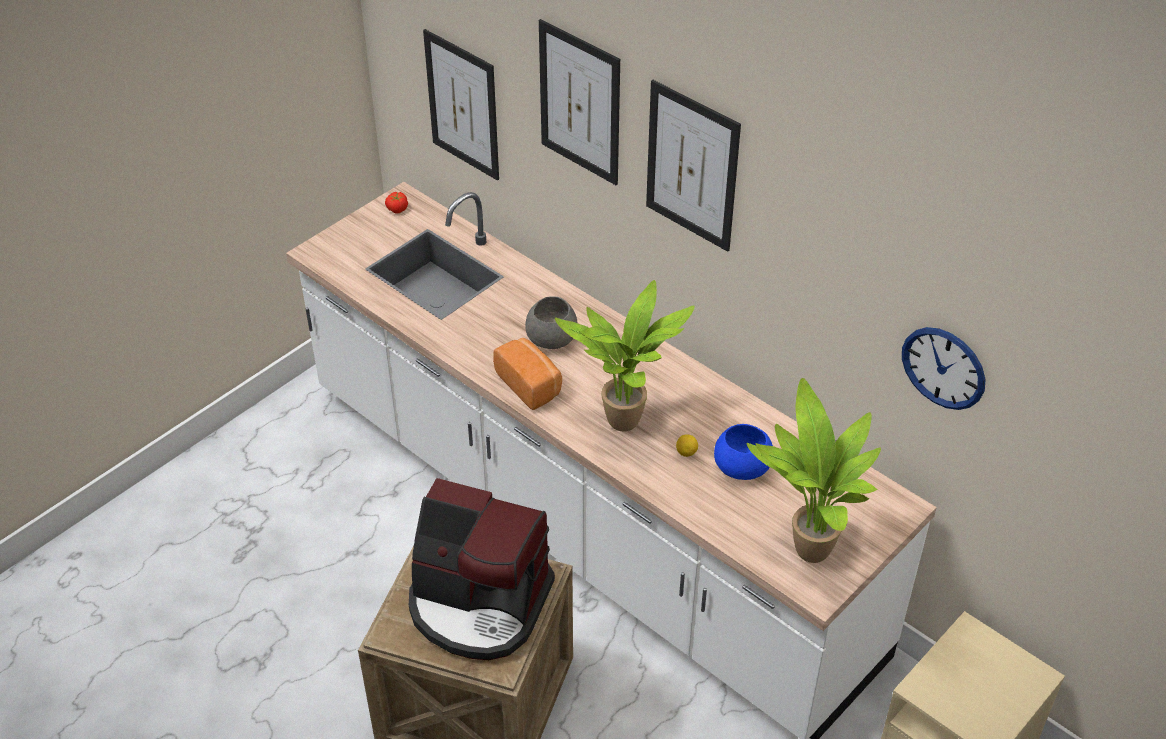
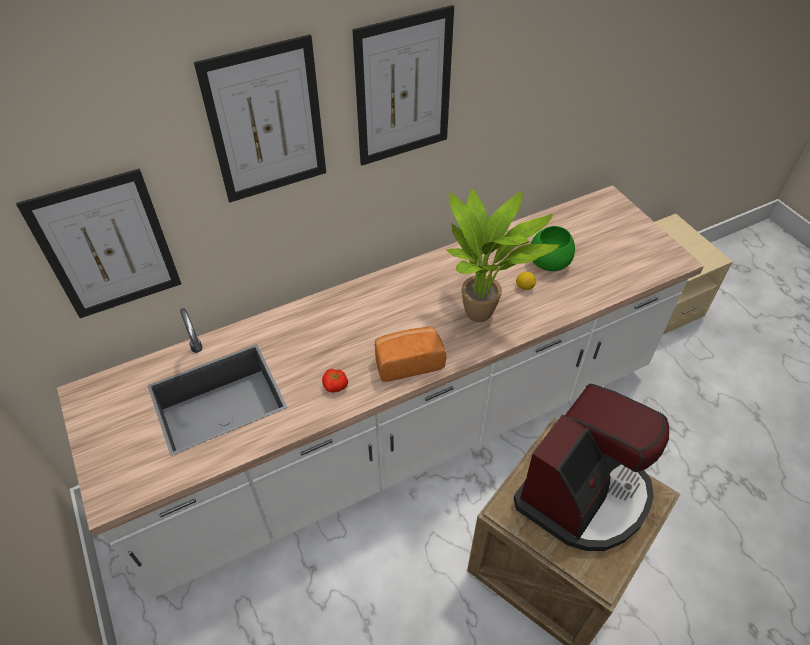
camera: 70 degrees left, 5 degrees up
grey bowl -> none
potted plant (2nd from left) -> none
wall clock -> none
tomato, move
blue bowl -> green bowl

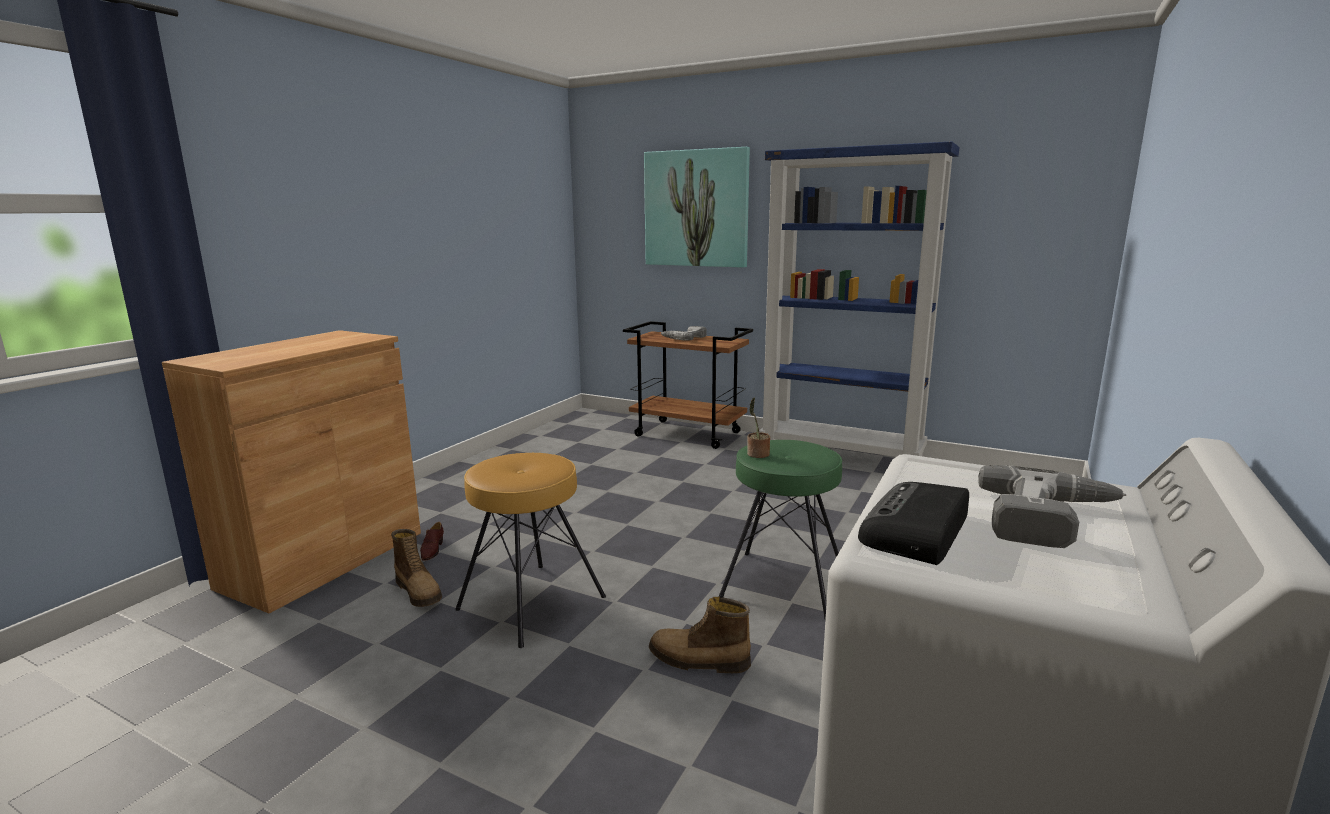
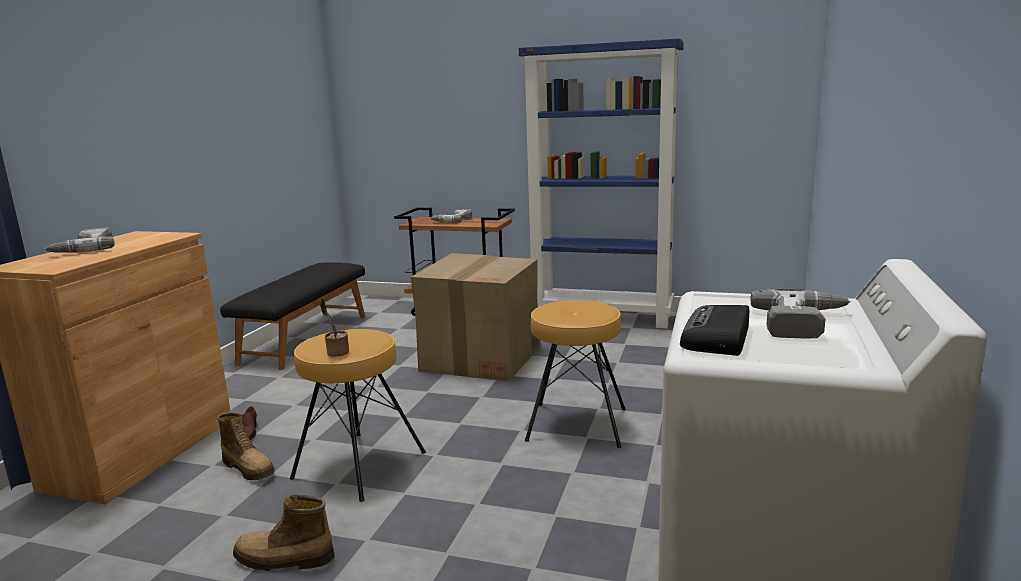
camera: 10 degrees left, 0 degrees up
picture -> none
none -> power drill (1st from left)
none -> black bench
none -> cardboard box
boot (2nd from left), move
potted plant, move
green stool -> brown stool (2nd from left)

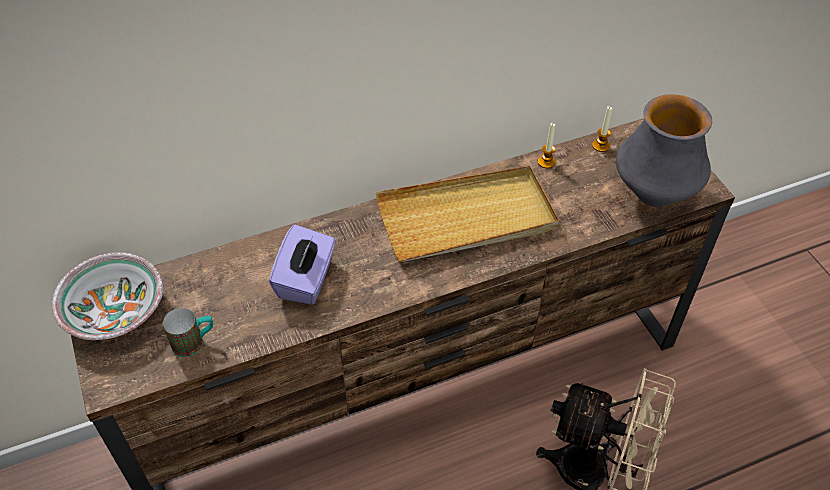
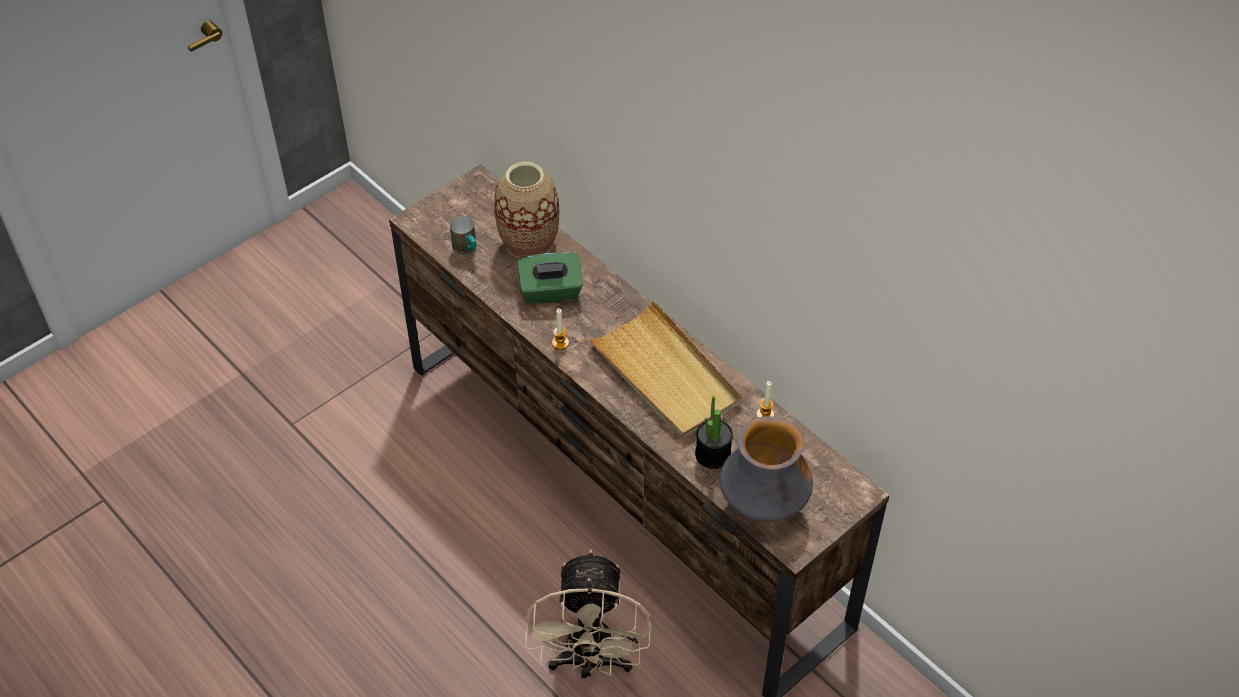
camera: 70 degrees right, 0 degrees up
bowl -> none
none -> vase (1st from left)
none -> potted plant
candle (2nd from left in the first image) -> candle (1st from left), move
purple tissue box -> green tissue box

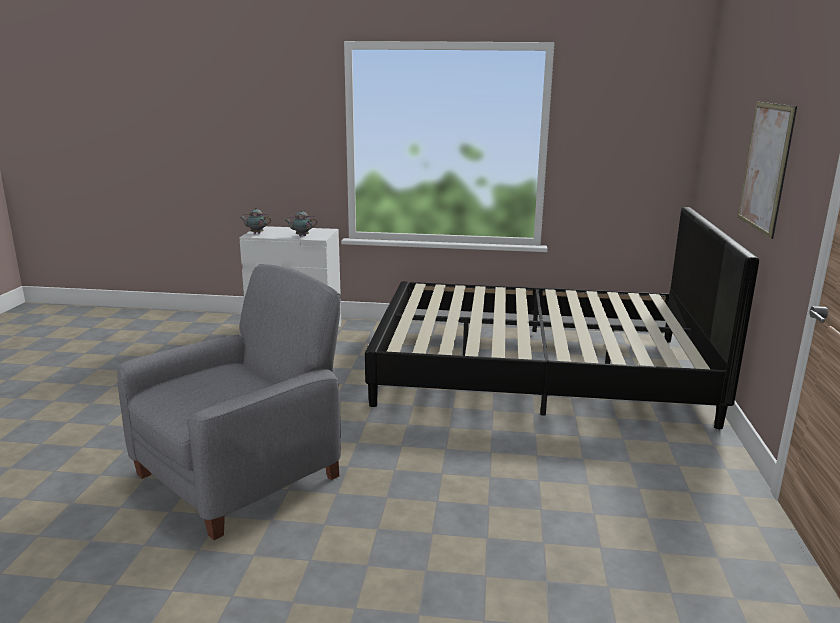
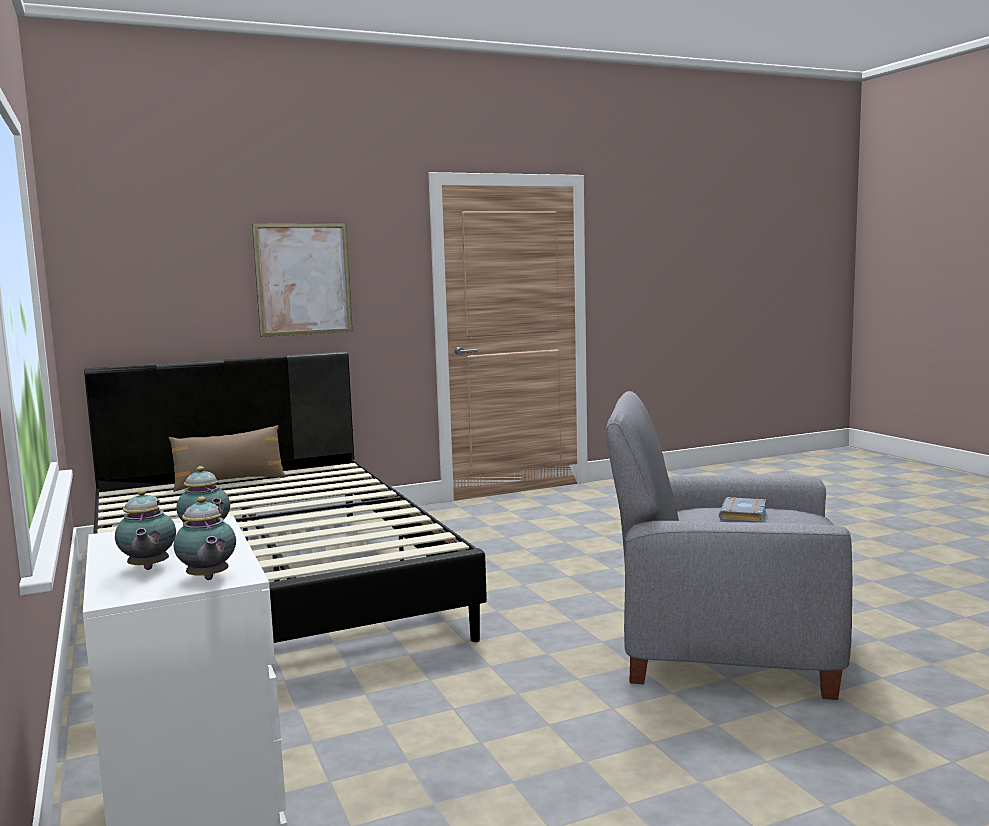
camera: 120 degrees left, 10 degrees down
none -> teapot (1st from left)
none -> brown pillow
none -> grey book

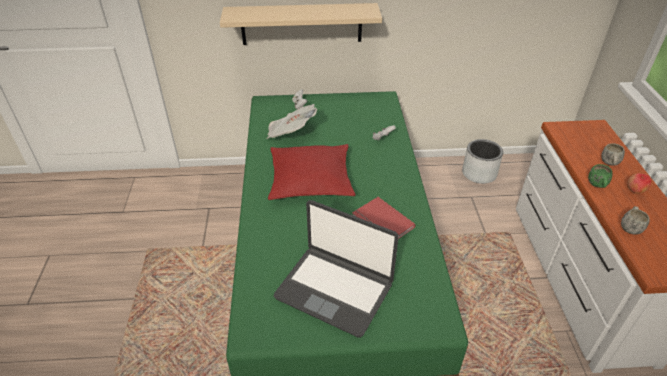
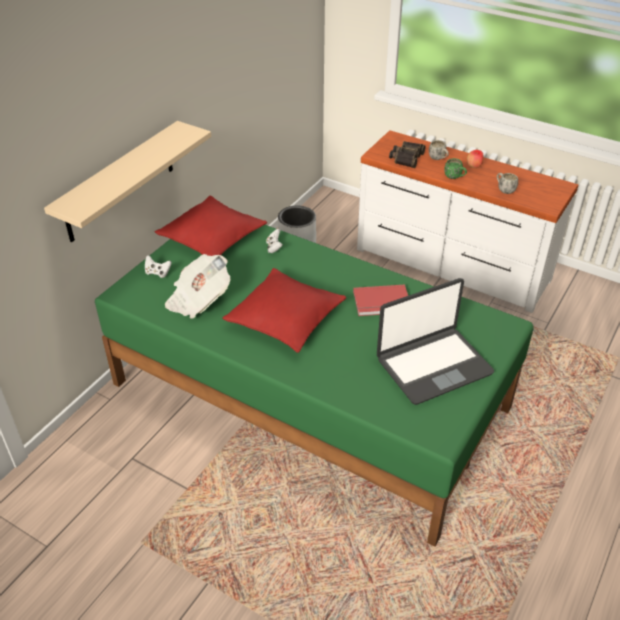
camera: 55 degrees left, 0 degrees up
none -> red pillow (1st from left)
none -> binoculars

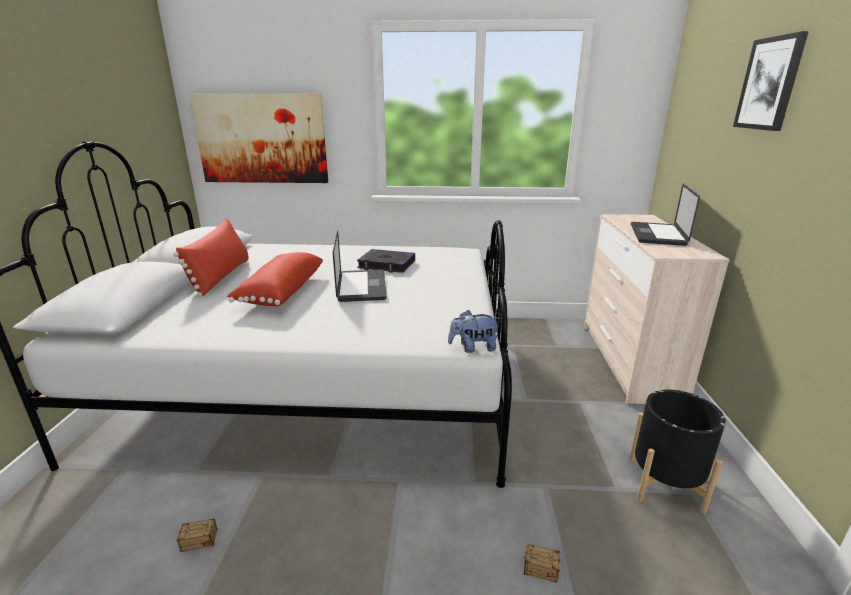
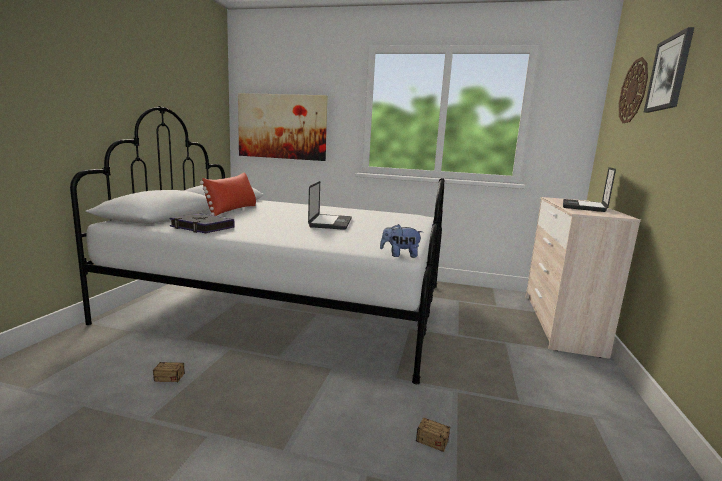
camera: 10 degrees right, 10 degrees down
red pillow (2nd from left) -> none
black planter -> none
none -> wall clock
book, move

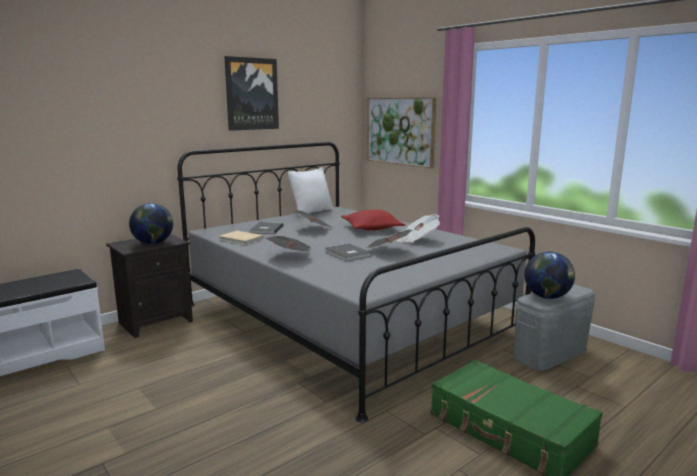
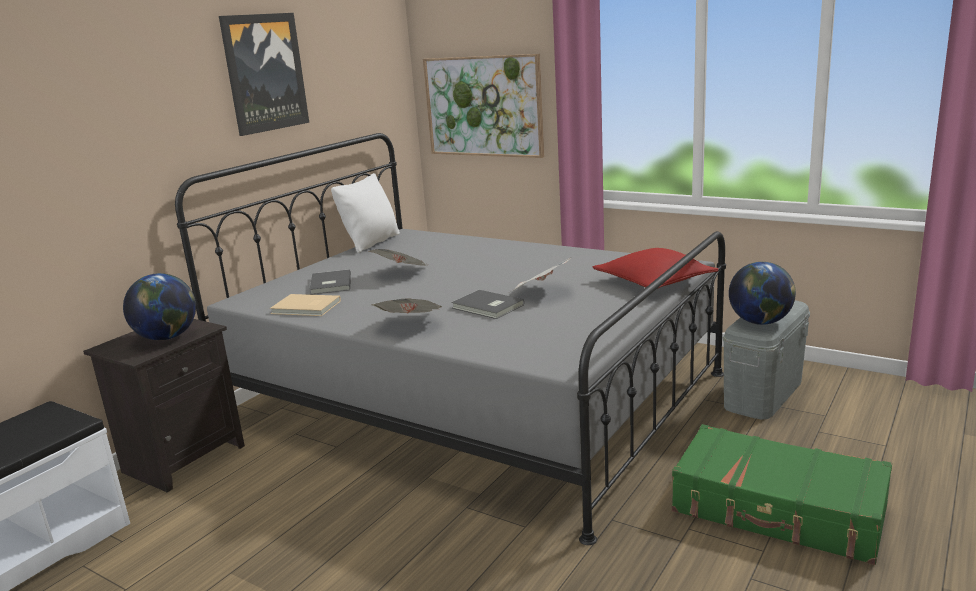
camera: 15 degrees left, 5 degrees up
newspaper (4th from left) -> none
red pillow, move

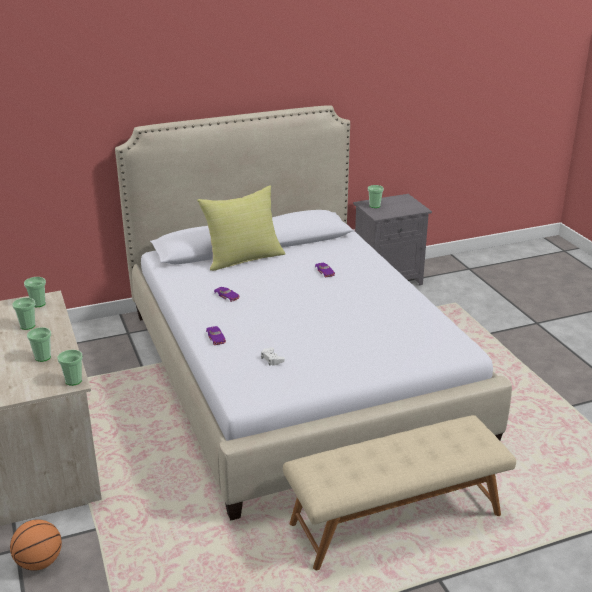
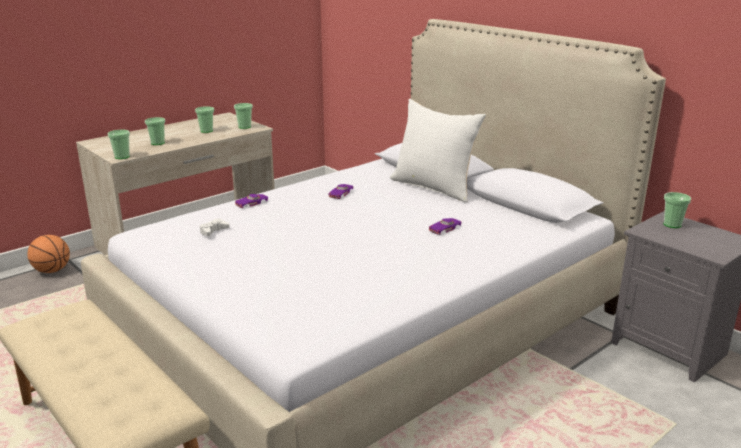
camera: 70 degrees right, 5 degrees down
yellow pillow -> white pillow

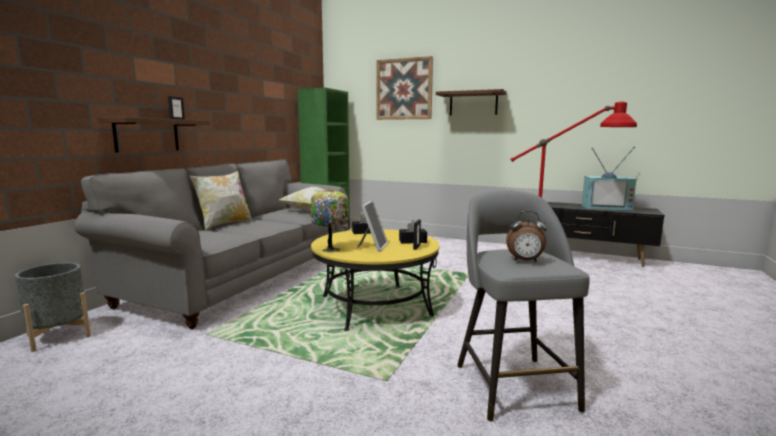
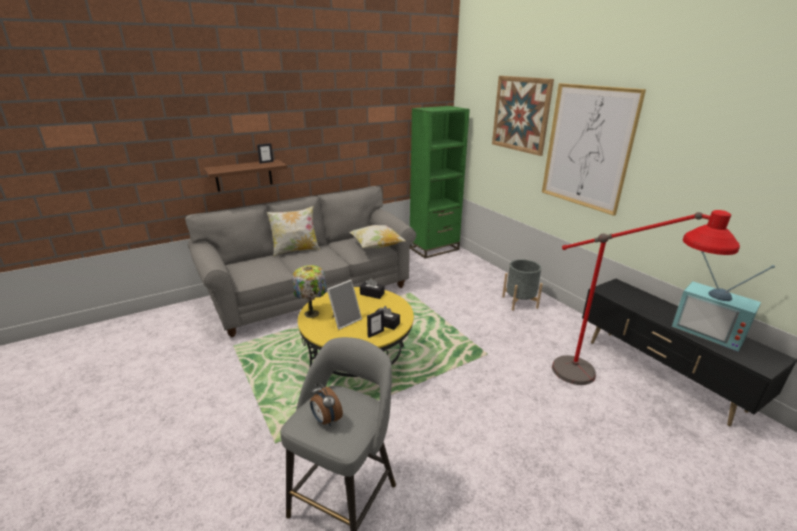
camera: 35 degrees right, 15 degrees up
grey planter, move
brown shelf (2nd from left) -> picture (2nd from left)

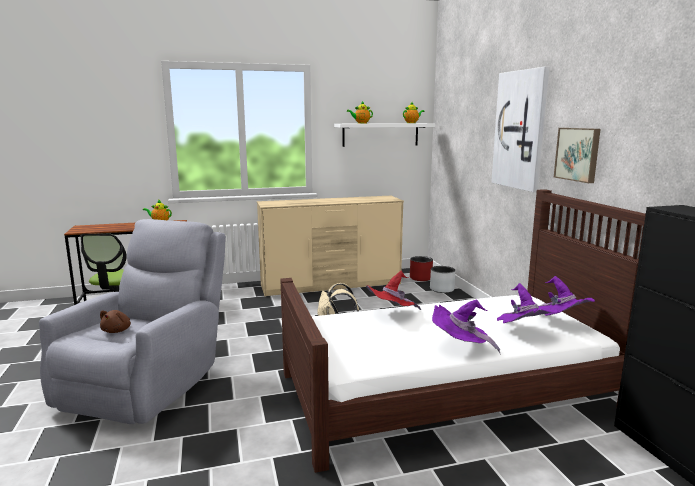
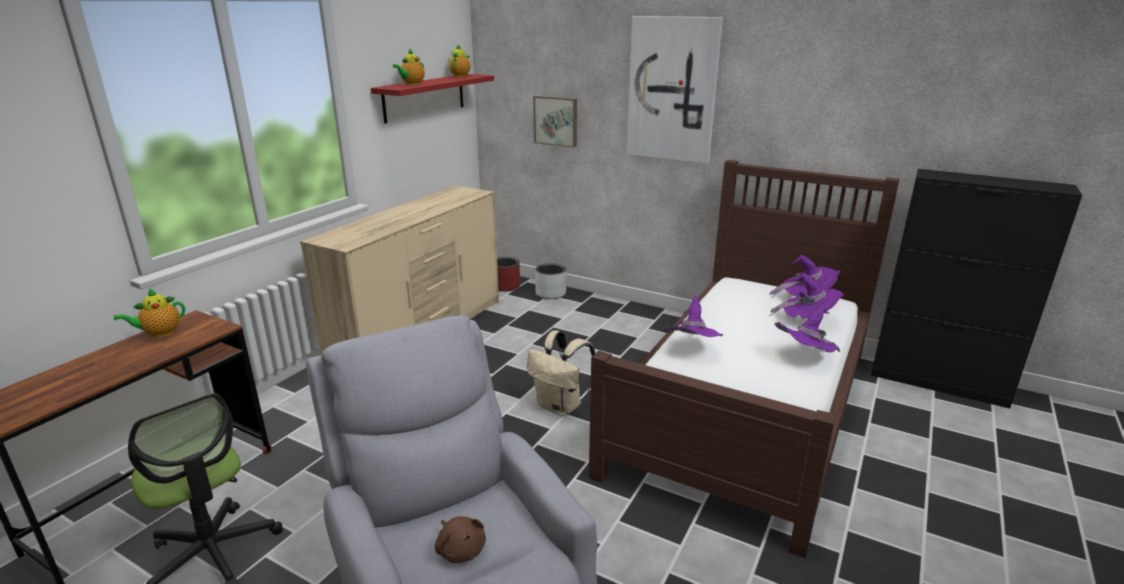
camera: 45 degrees left, 10 degrees up
picture (2nd from left in the first image) -> picture (1st from left), move
white shelf -> red shelf
red hat -> purple hat (1st from left)

